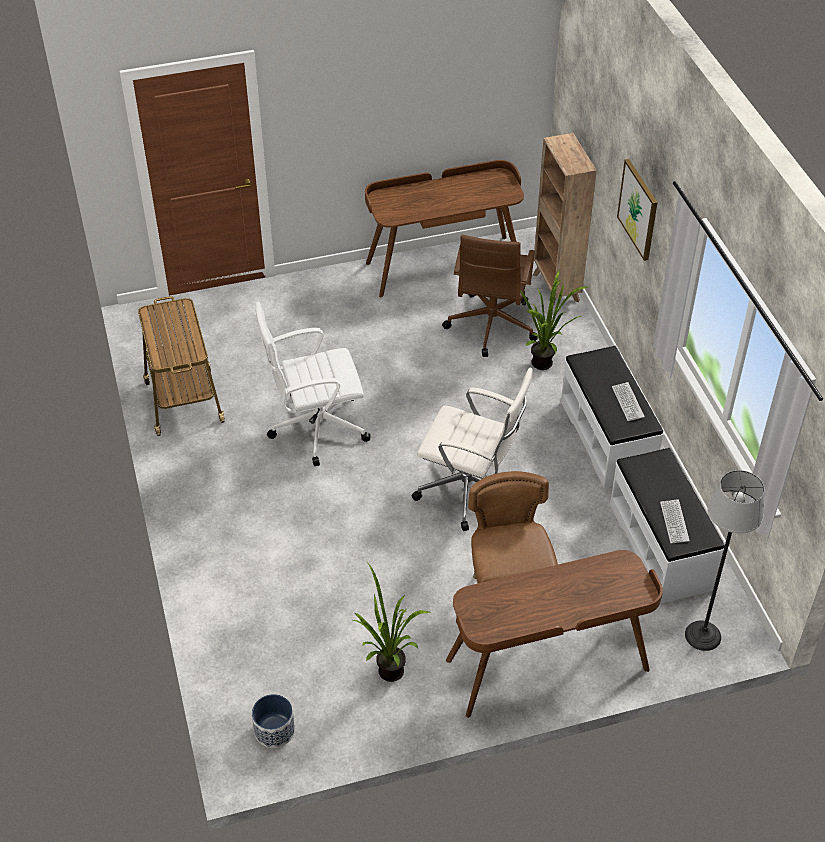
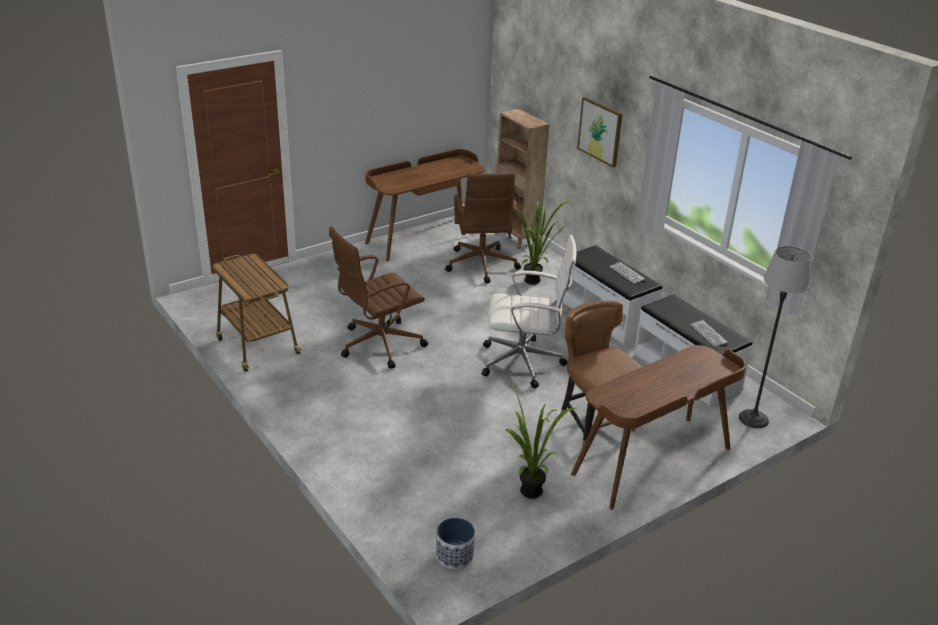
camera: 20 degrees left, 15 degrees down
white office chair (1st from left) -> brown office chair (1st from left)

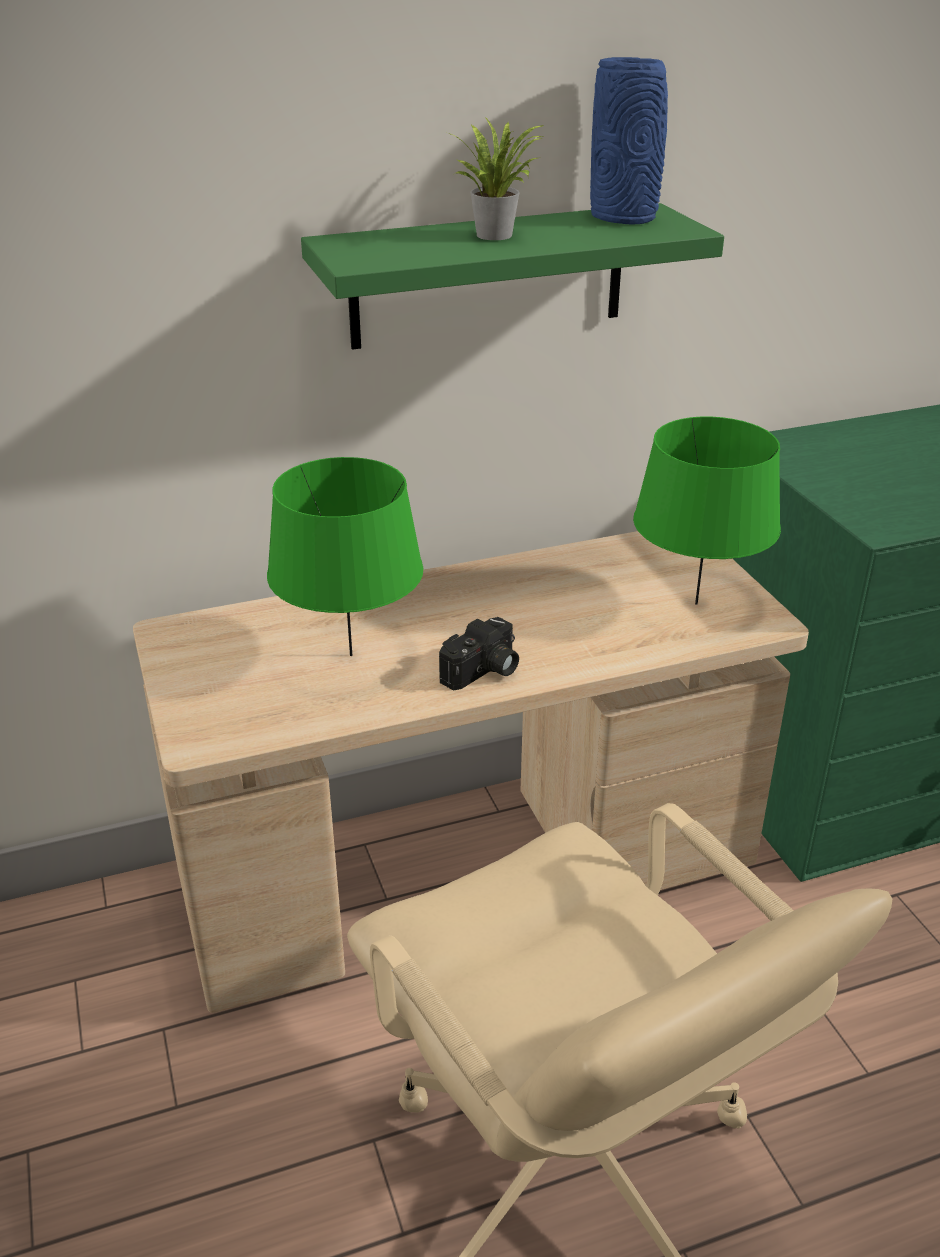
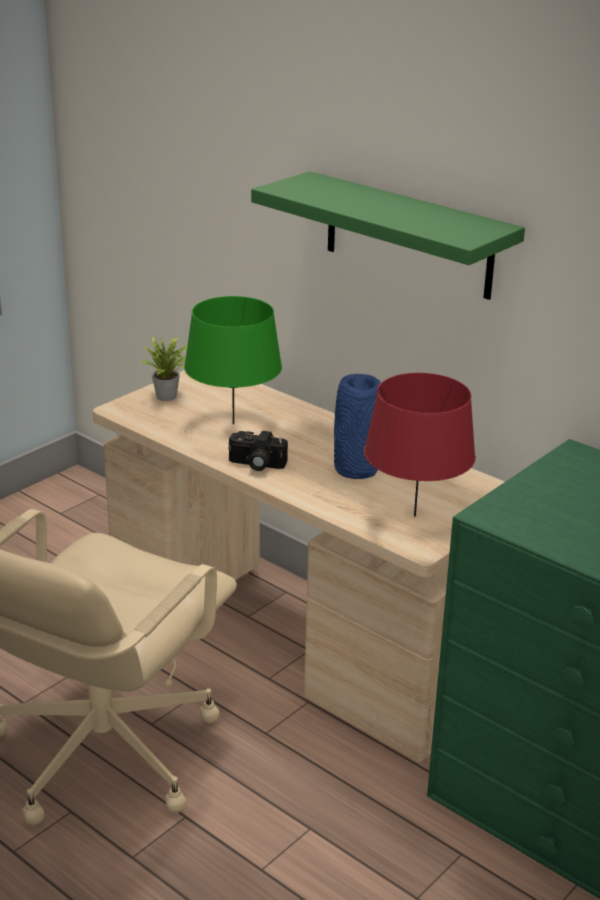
camera: 60 degrees right, 5 degrees down
potted plant, move
blue vase, move
green table lamp (2nd from left) -> red table lamp

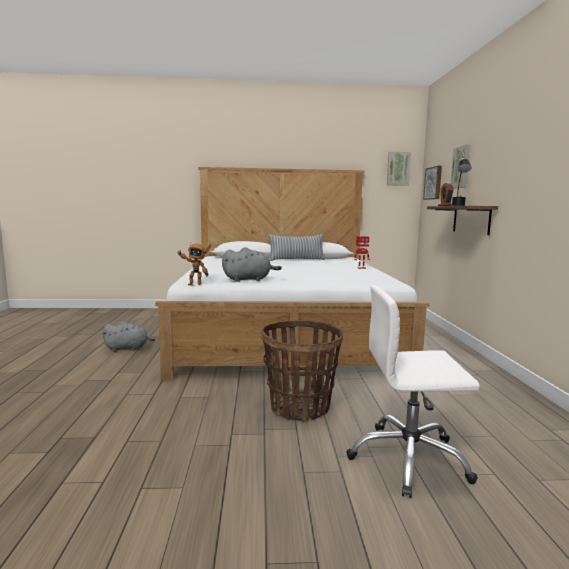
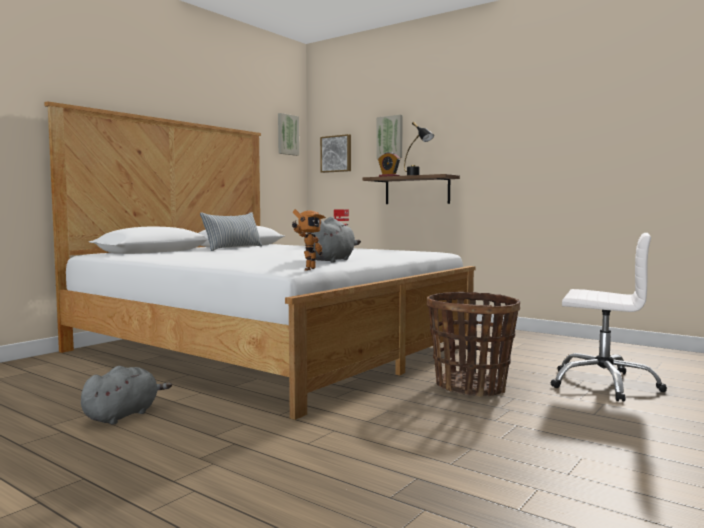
camera: 50 degrees left, 5 degrees down
white office chair, 105 degrees counterclockwise

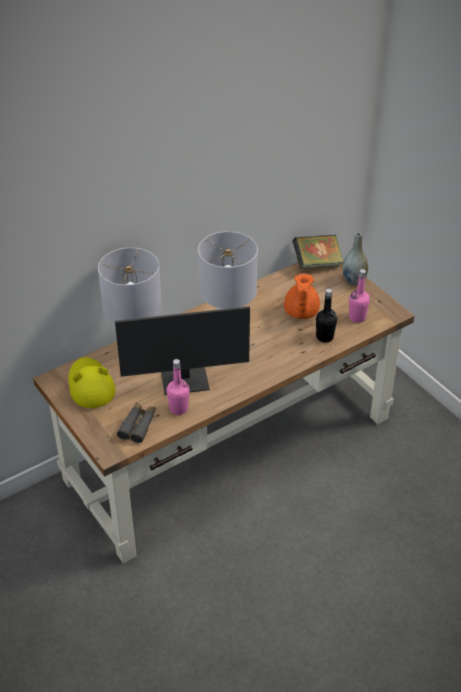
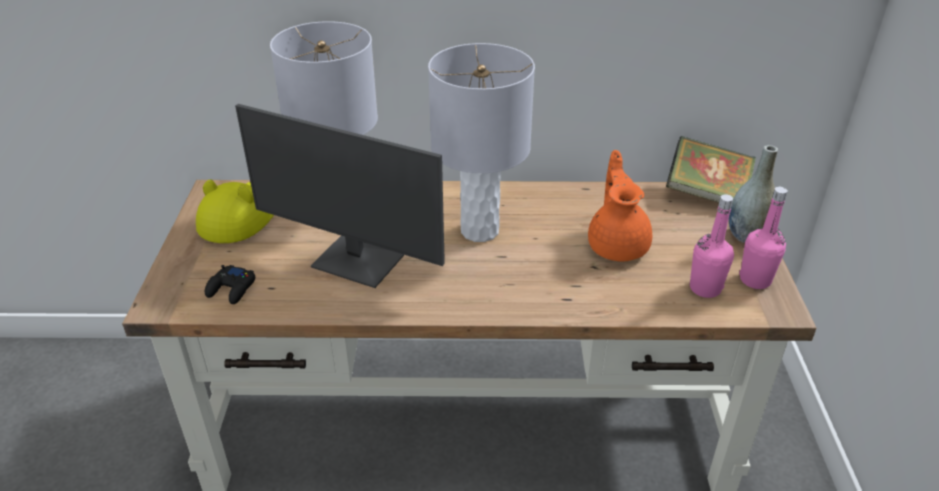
camera: 35 degrees right, 5 degrees down
black bottle -> none
pink bottle (1st from left in the first image) -> pink bottle (2nd from left), move
grey binoculars -> black game controller
orange teapot, 135 degrees clockwise

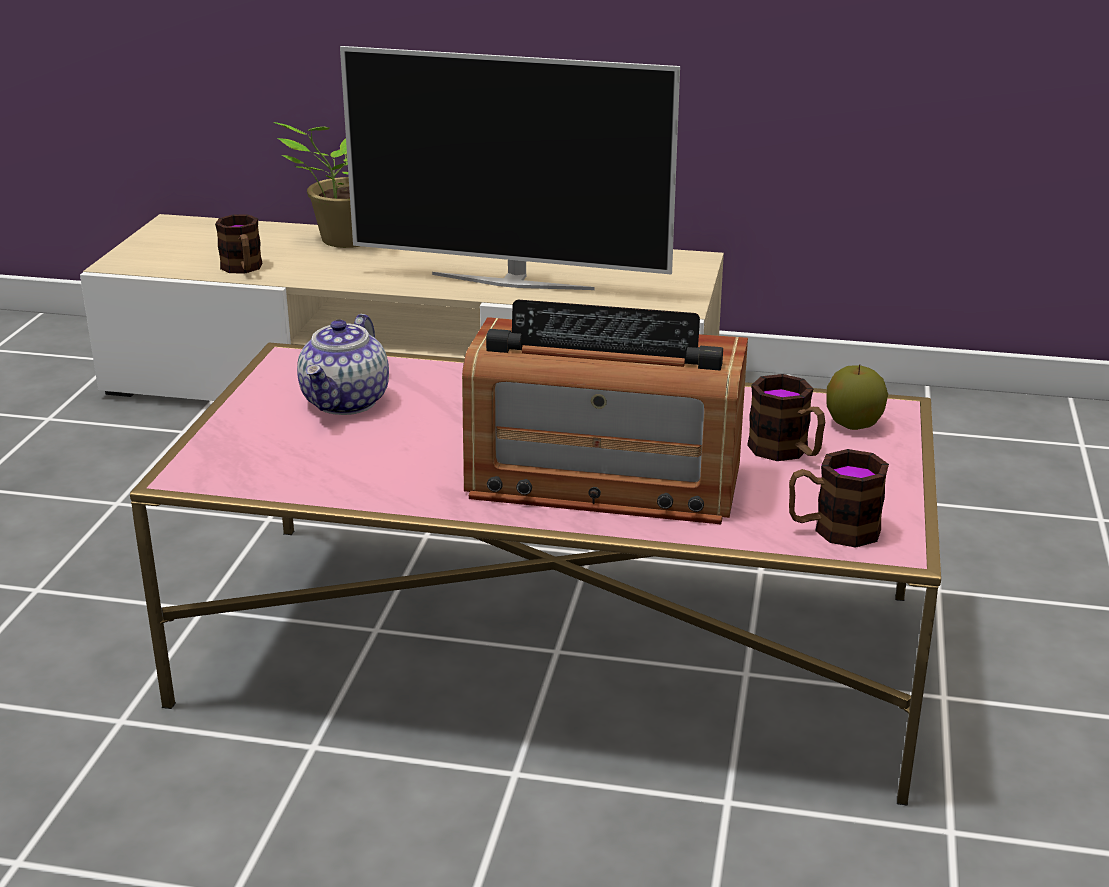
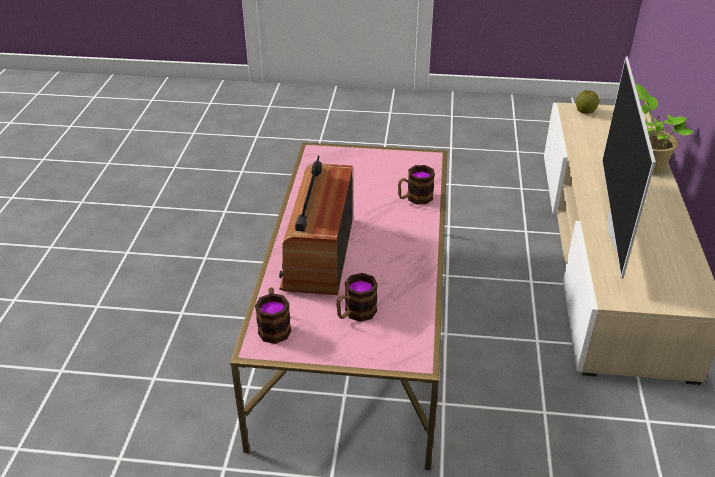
camera: 85 degrees right, 10 degrees up
teapot -> none
mug (1st from left in the first image) -> mug (3rd from left), move
apple, move

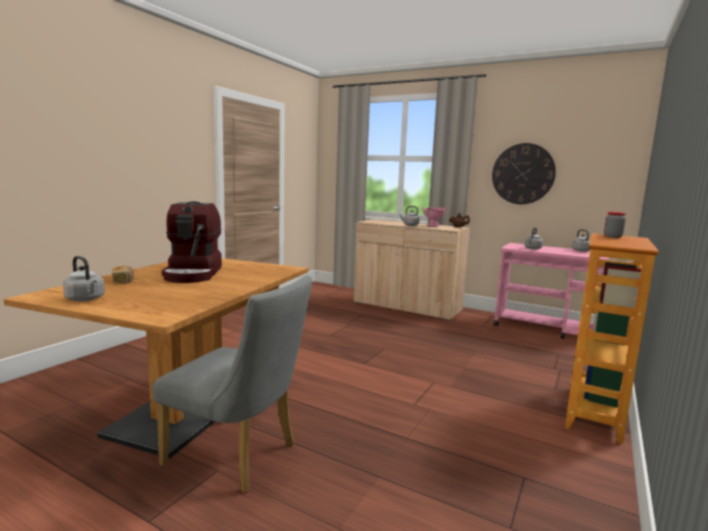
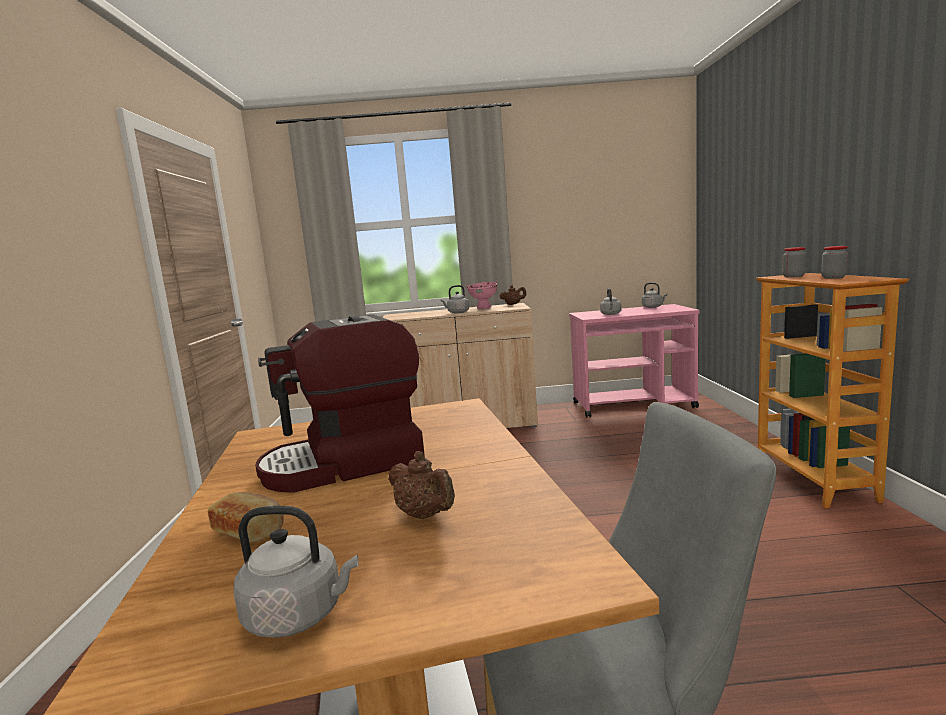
camera: 30 degrees left, 0 degrees up
wall clock -> none
none -> brown teapot (1st from left)
none -> jar (2nd from left)
coffee machine, 105 degrees clockwise

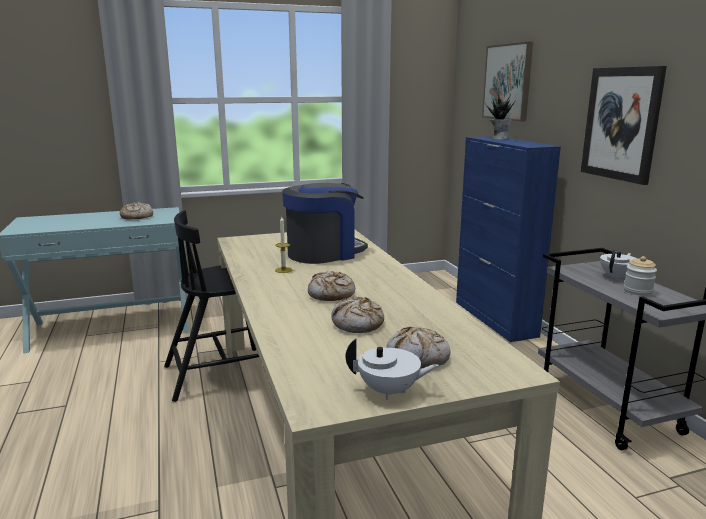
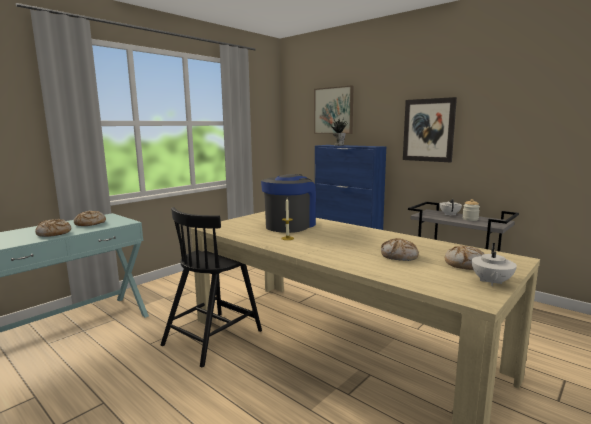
camera: 30 degrees left, 5 degrees down
bread (2nd from left in the first image) -> bread (1st from left), move
white teapot (1st from left in the first image) -> white teapot (2nd from left), 135 degrees clockwise

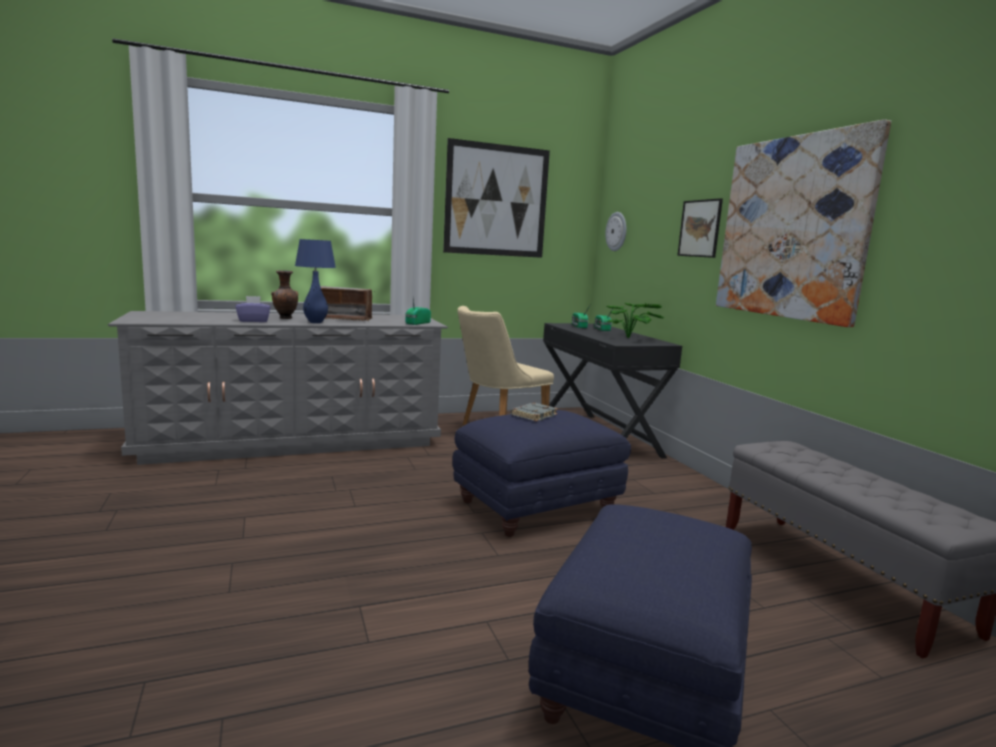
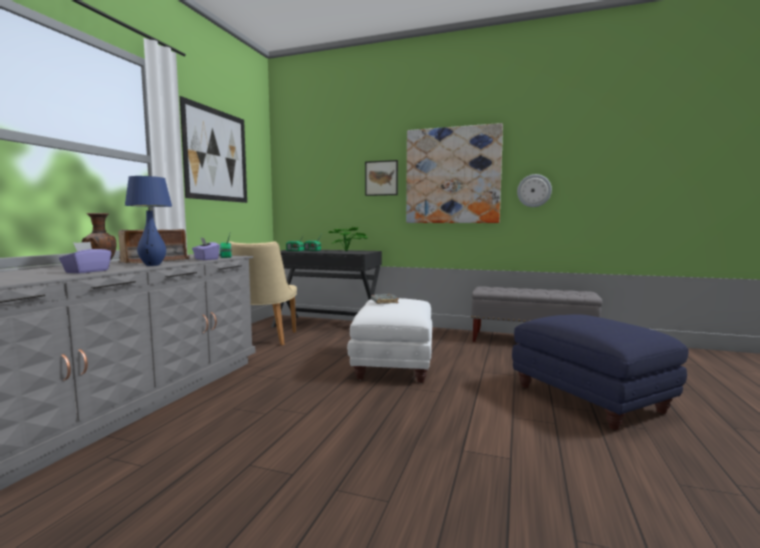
camera: 50 degrees left, 5 degrees down
none -> purple tissue box (2nd from left)
wall clock, move
blue ottoman (1st from left) -> white ottoman

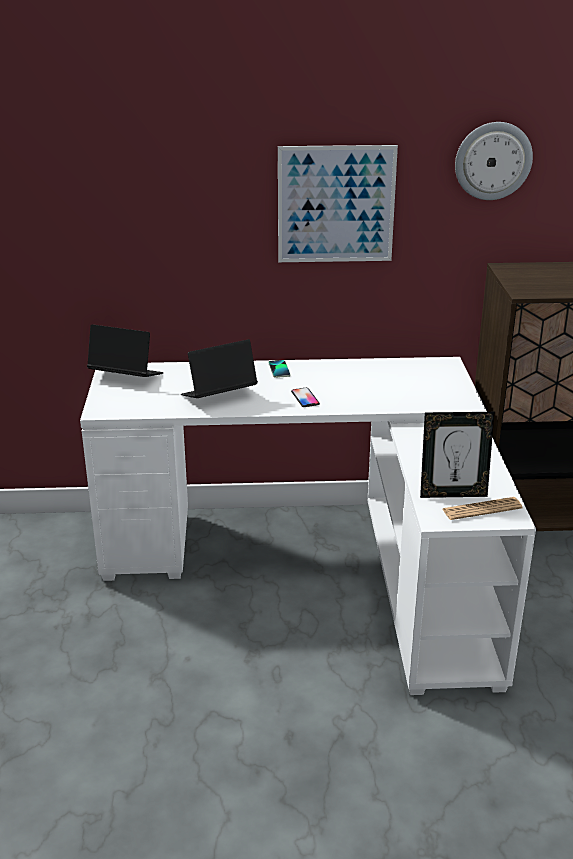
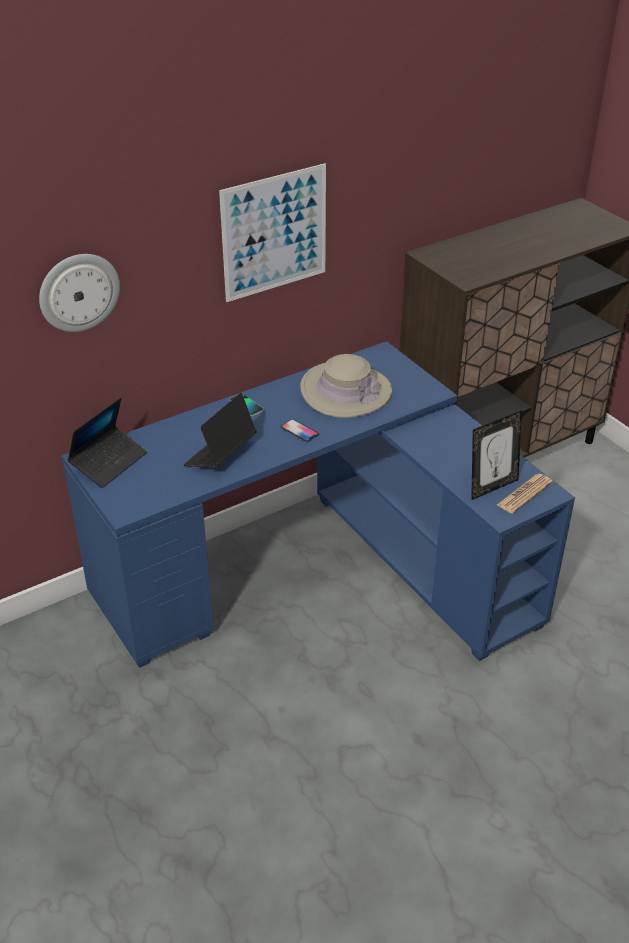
camera: 30 degrees left, 10 degrees up
none -> beige hat
wall clock, move
white desk -> blue desk
laptop (1st from left), 135 degrees clockwise

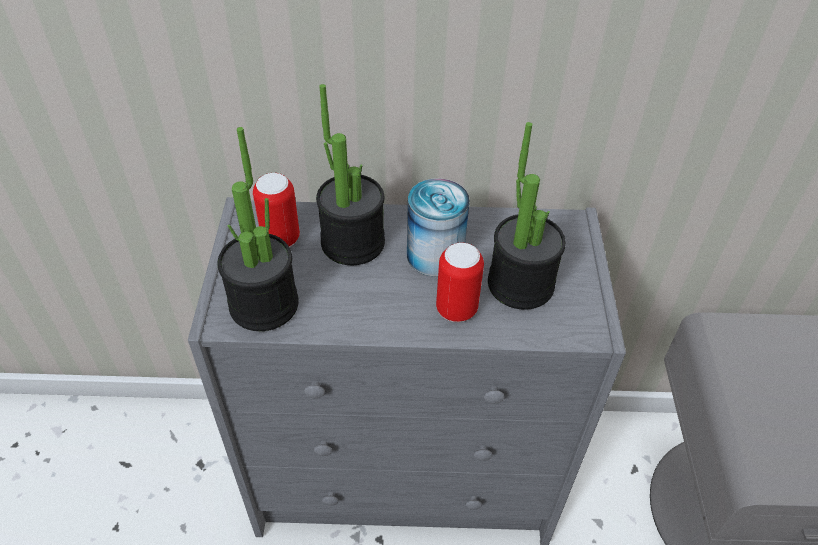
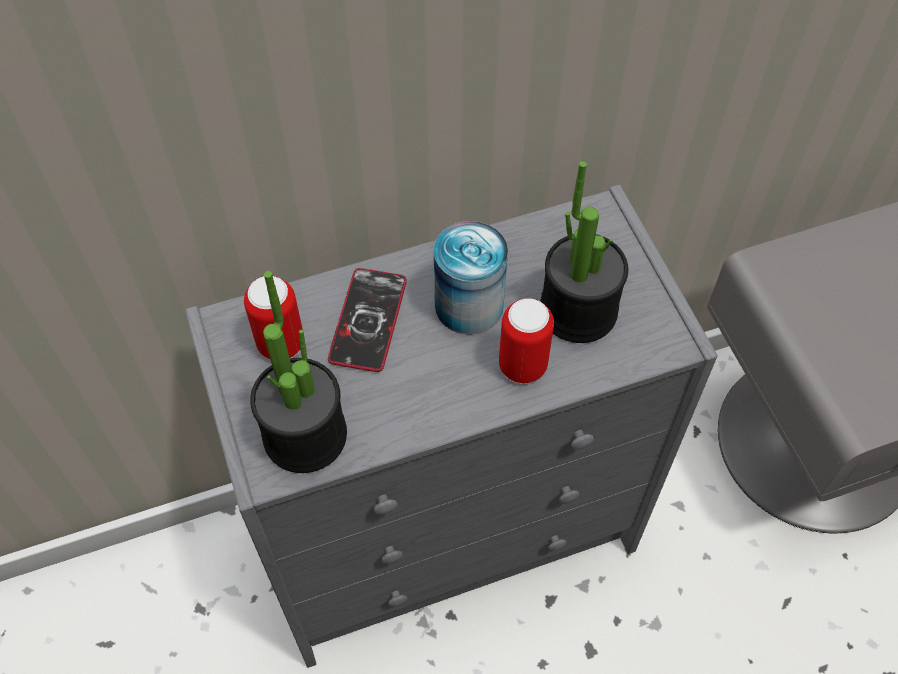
camera: 20 degrees left, 10 degrees up
potted plant (2nd from left) -> phone

